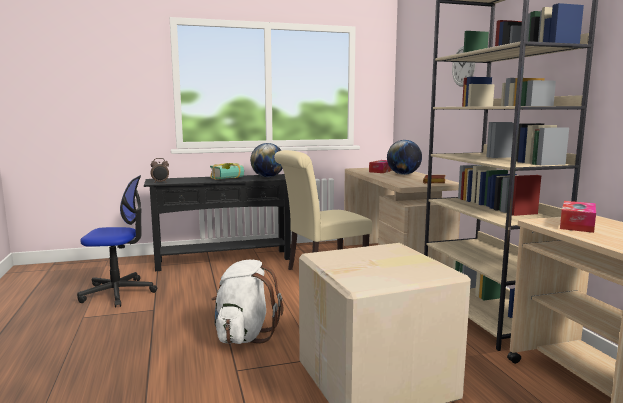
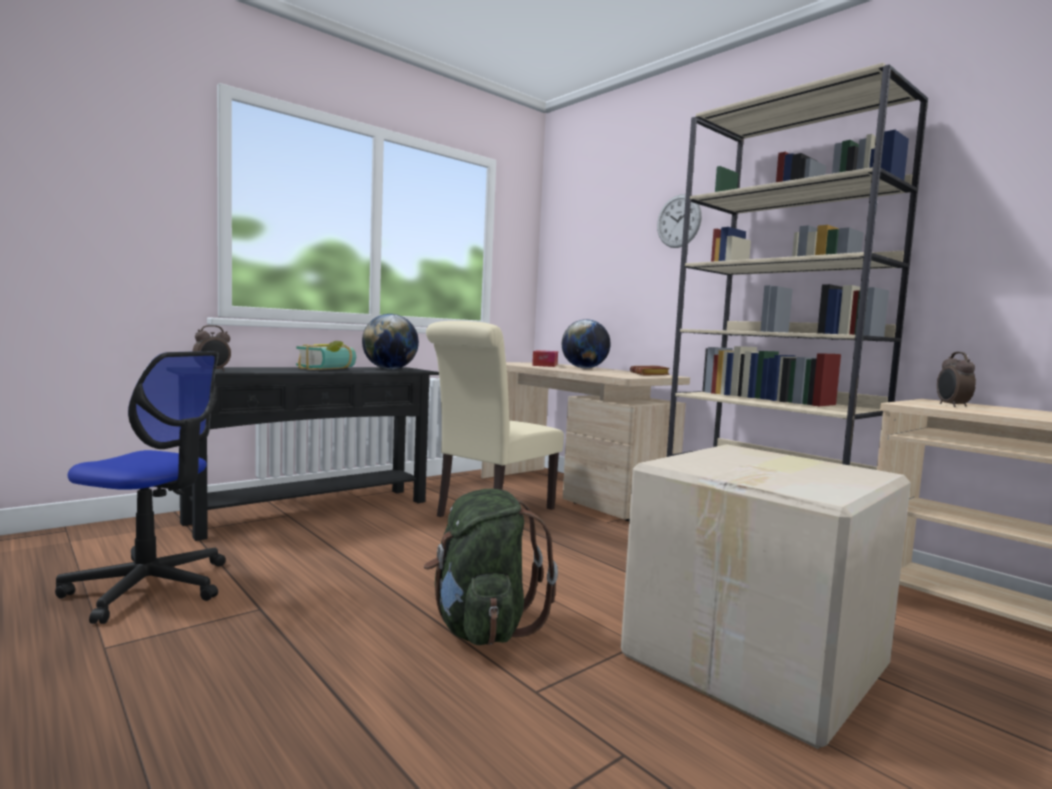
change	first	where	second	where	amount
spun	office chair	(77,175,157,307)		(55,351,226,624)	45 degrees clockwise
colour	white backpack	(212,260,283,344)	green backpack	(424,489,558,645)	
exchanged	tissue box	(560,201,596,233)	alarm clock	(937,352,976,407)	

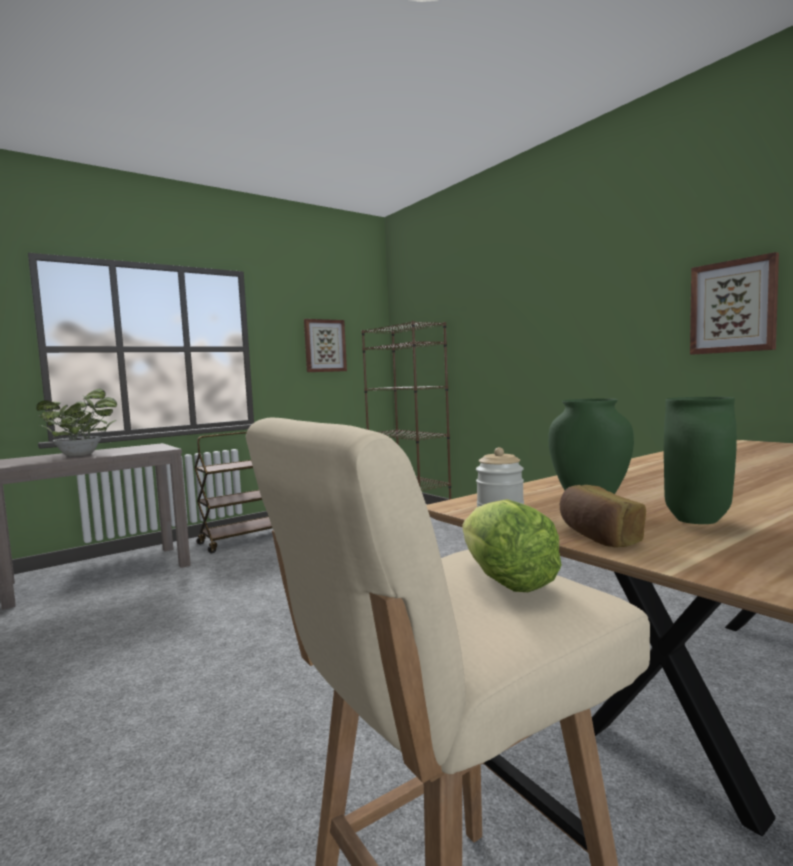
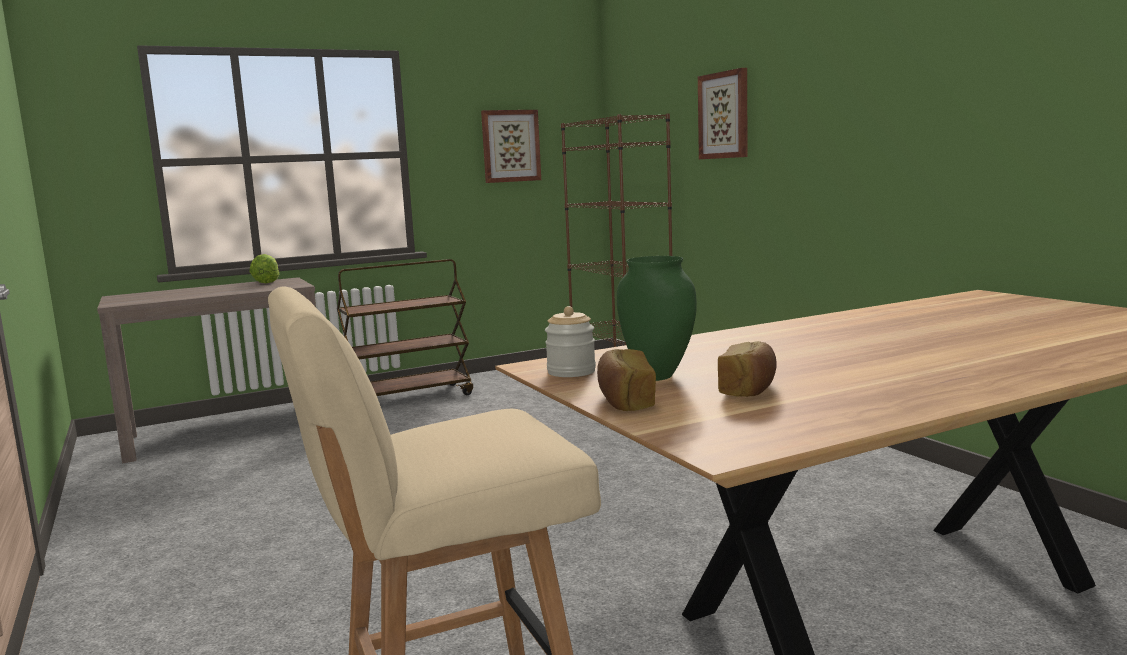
change	first	where	second	where	amount
missing	potted plant	(36,388,117,456)			
relocated	lettuce	(463,499,562,592)		(250,254,279,283)	
exchanged	green vase	(664,397,737,524)	bread	(718,341,777,397)	
relocated	picture	(690,252,779,355)		(698,68,748,159)	

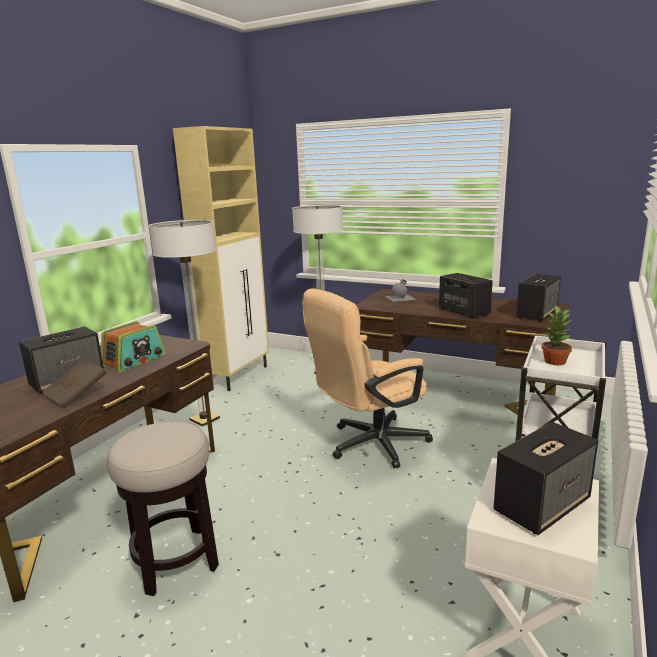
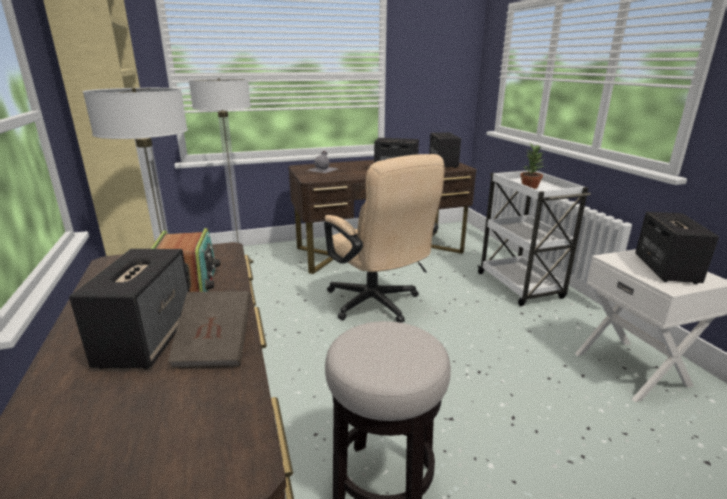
change	first	where	second	where	amount
spun	beige office chair	(302,289,433,468)		(324,154,445,323)	45 degrees counterclockwise

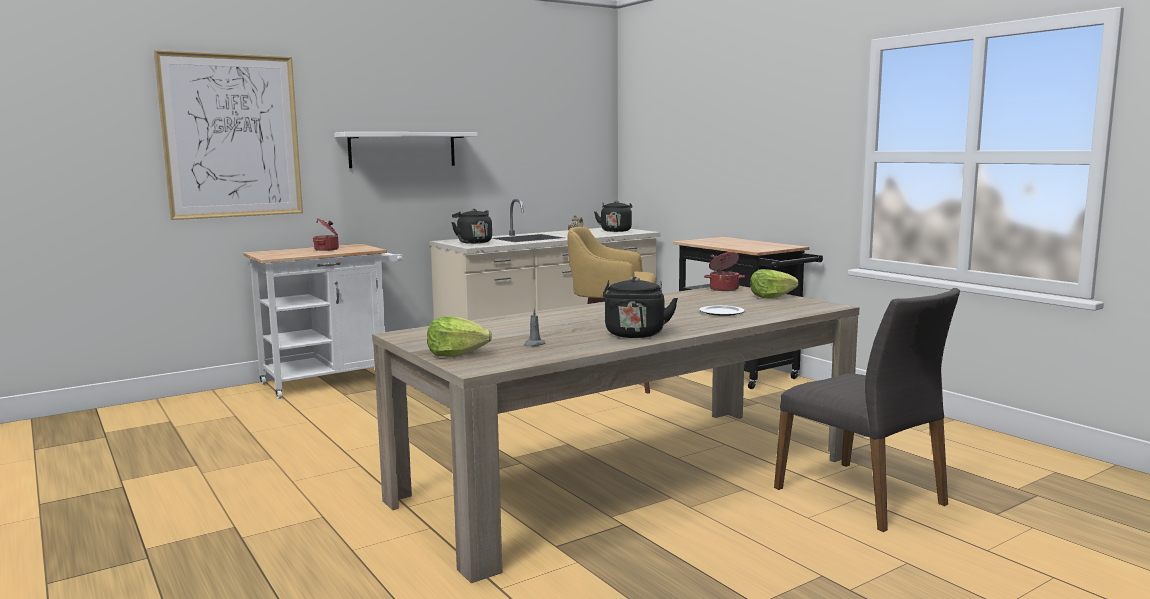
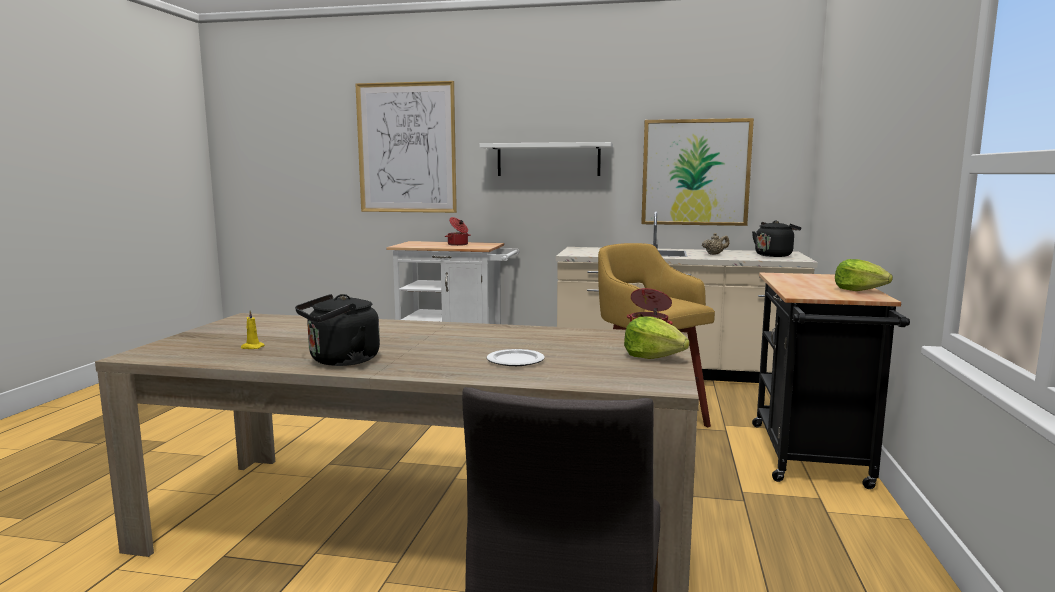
change	first	where	second	where	amount
relocated	lettuce	(427,316,492,357)		(835,259,893,291)	
missing	black kettle	(451,209,492,244)			
colour	grey candle	(523,308,545,347)	yellow candle	(241,310,265,349)	
appeared			picture	(641,118,754,226)	

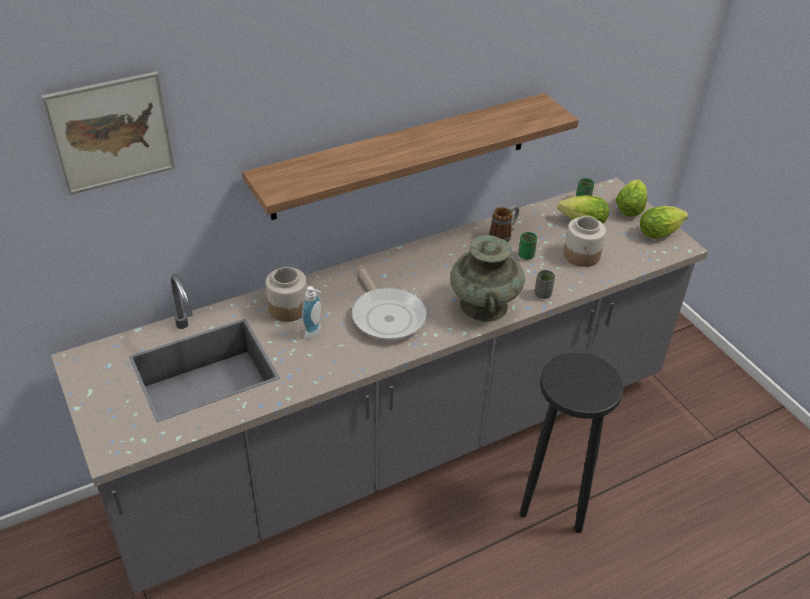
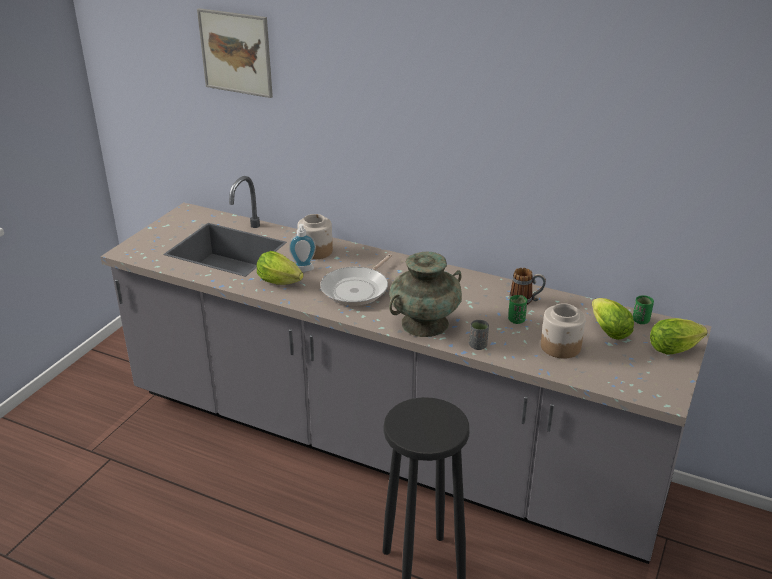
change	first	where	second	where	amount
missing	shelf	(242,93,579,220)			
relocated	lettuce	(640,206,688,239)		(257,251,304,285)	

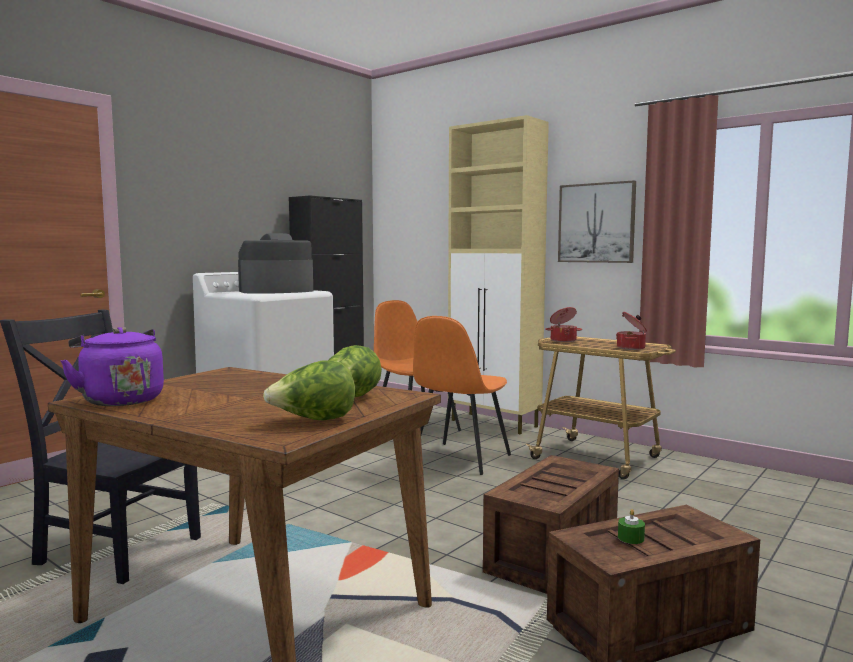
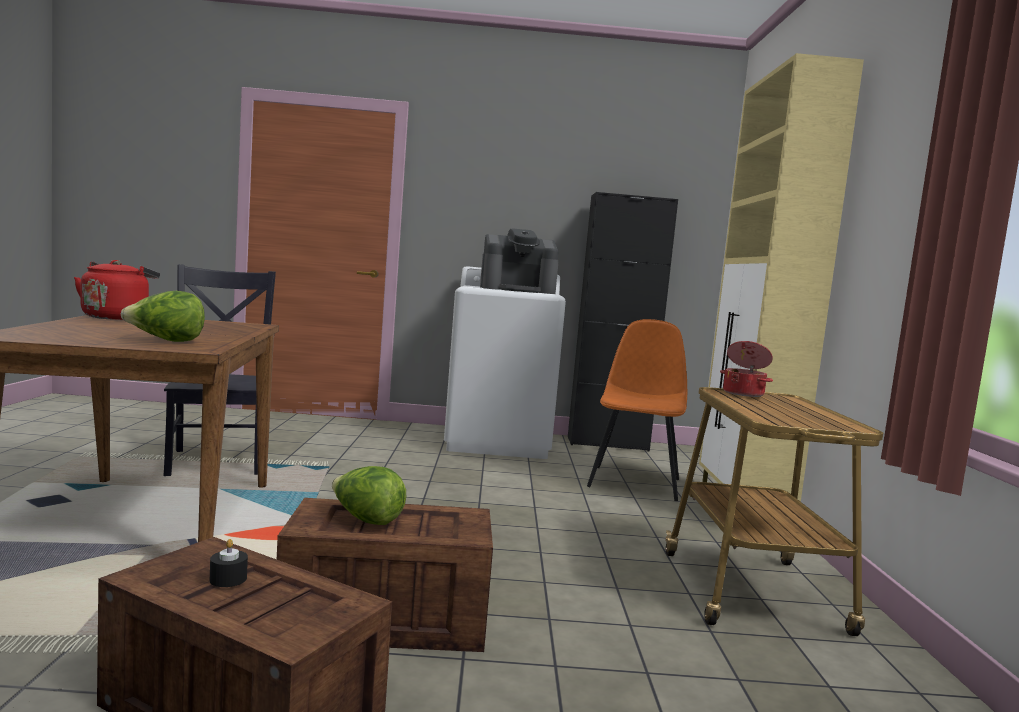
change	first	where	second	where	amount
colour	purple kettle	(60,327,164,406)	red kettle	(74,260,160,320)	
spun	coffee machine	(238,233,313,294)		(480,228,559,294)	150 degrees clockwise
relocated	lettuce	(263,361,355,420)		(332,466,406,525)	
missing	orange chair	(413,316,511,475)			
missing	picture	(558,180,636,263)			
missing	cooking pot	(616,312,647,350)			
colour	green candle	(618,509,645,544)	black candle	(210,539,248,587)	

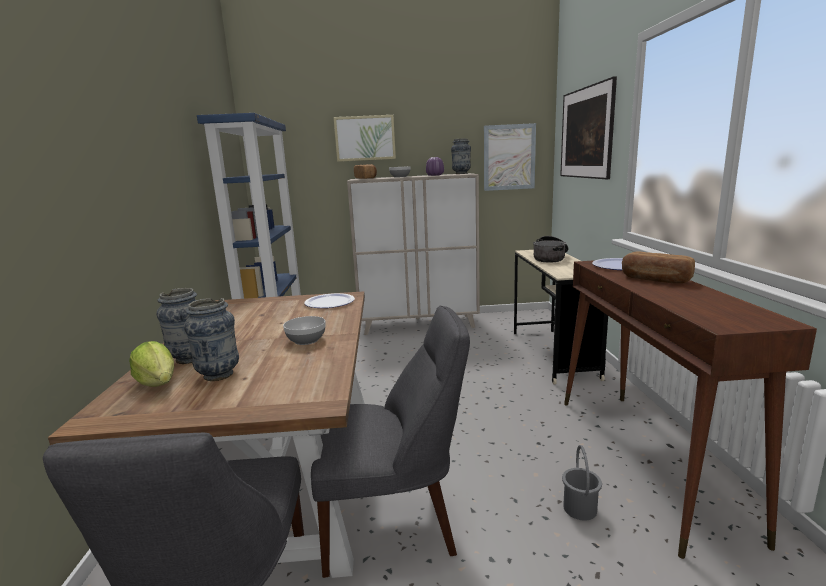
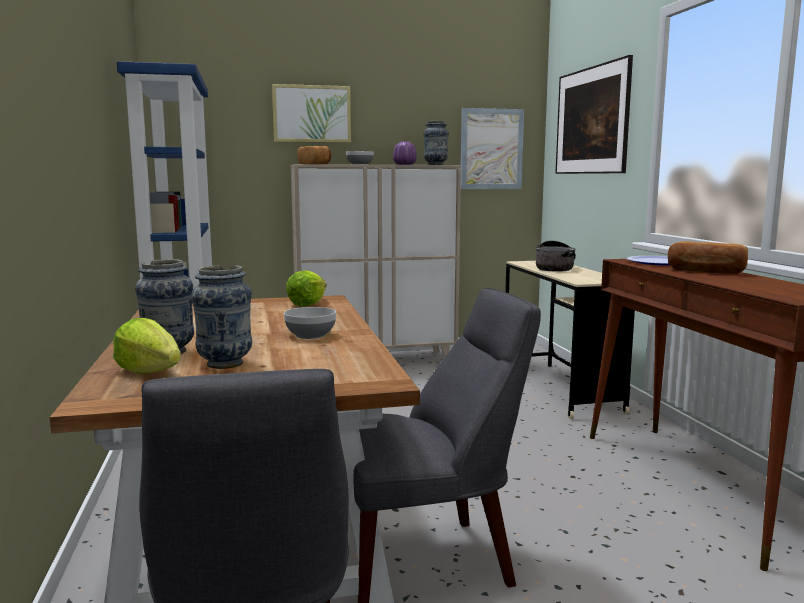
change	first	where	second	where	amount
exchanged	plate	(304,293,355,308)	lettuce	(286,270,327,306)	
missing	grey bucket	(562,445,602,521)			

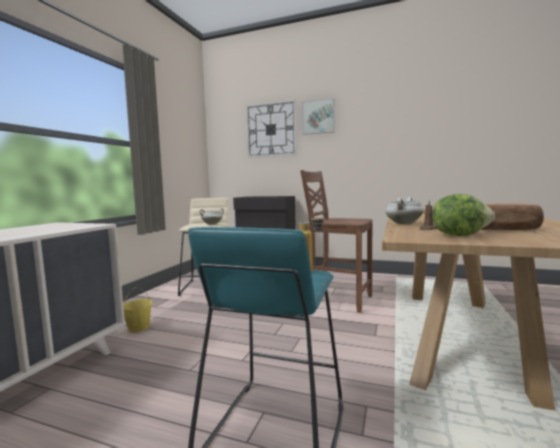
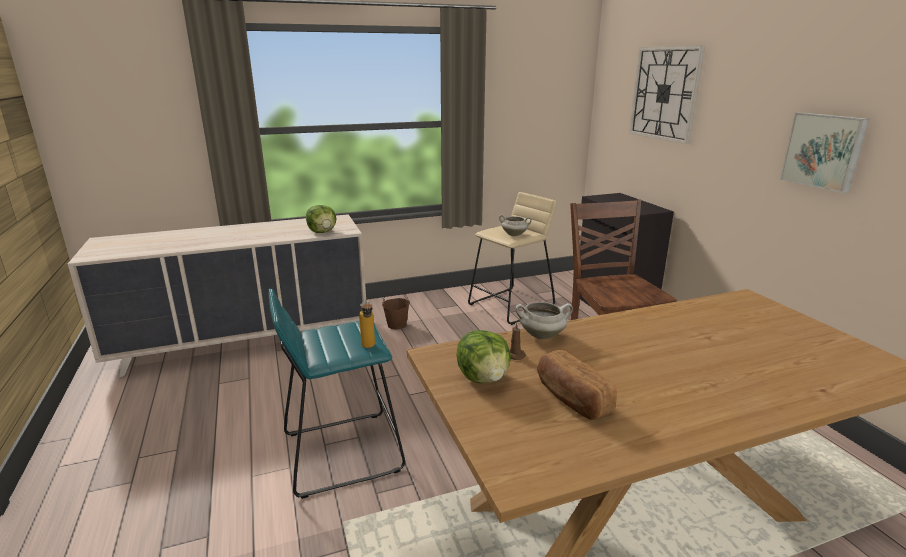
change	first	where	second	where	amount
colour	yellow bucket	(123,287,152,332)	brown bucket	(382,288,410,329)	
relocated	picture	(302,98,335,135)		(780,112,869,193)	
appeared			lettuce	(306,205,337,233)	

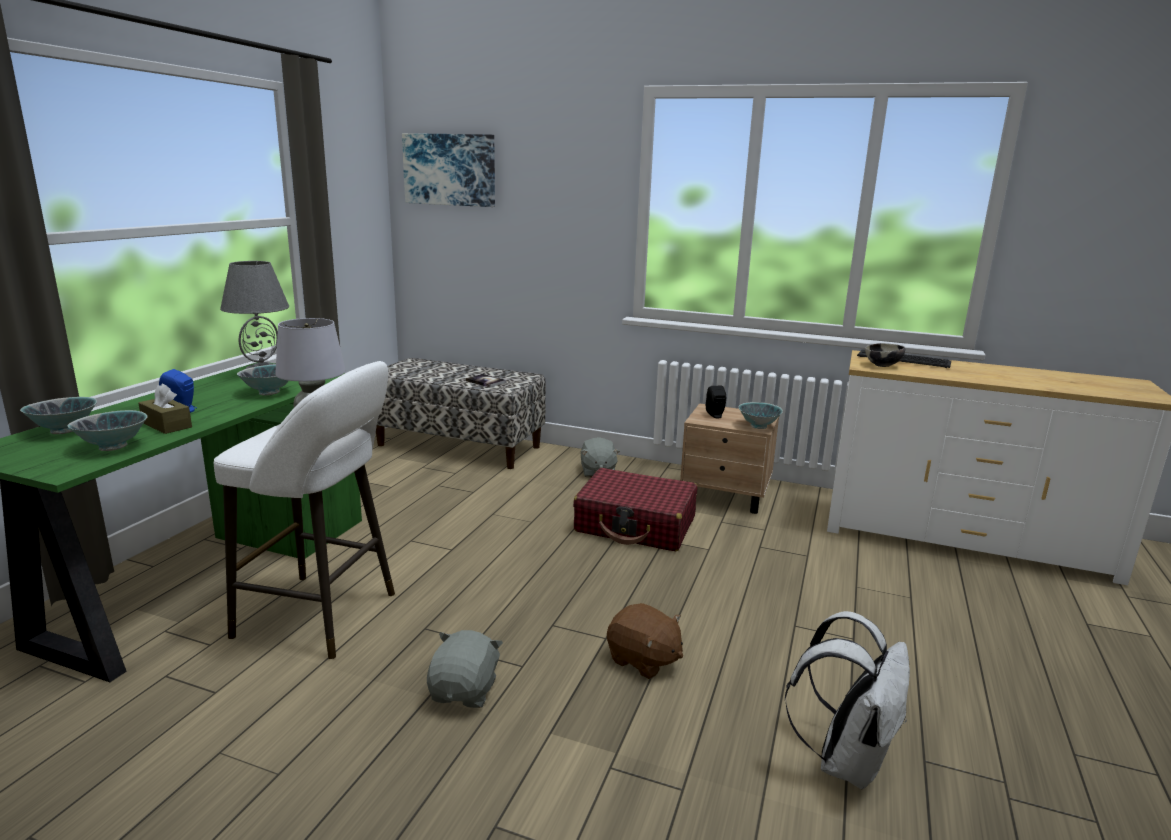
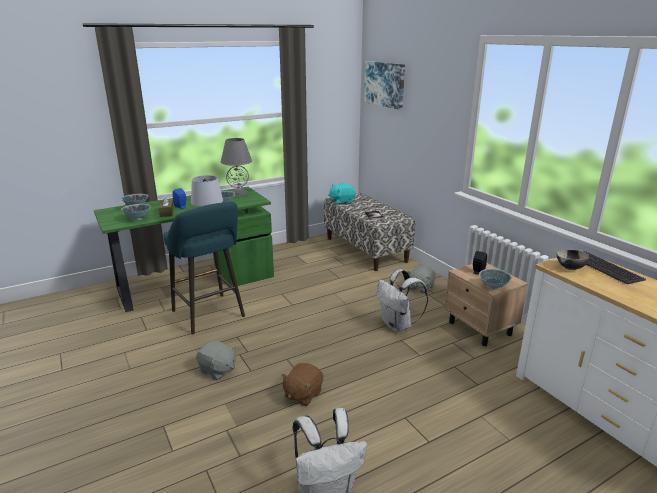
change	first	where	second	where	amount
colour	white stool	(214,361,395,659)	turquoise stool	(163,202,245,334)	
spun	grey plush toy	(427,630,503,708)		(196,341,236,380)	75 degrees clockwise
exchanged	red suitcase	(573,468,697,551)	white backpack	(377,269,428,332)	
spun	brown plush toy	(607,603,683,679)		(281,363,323,406)	45 degrees clockwise
appeared			turquoise plush toy	(328,183,355,204)	

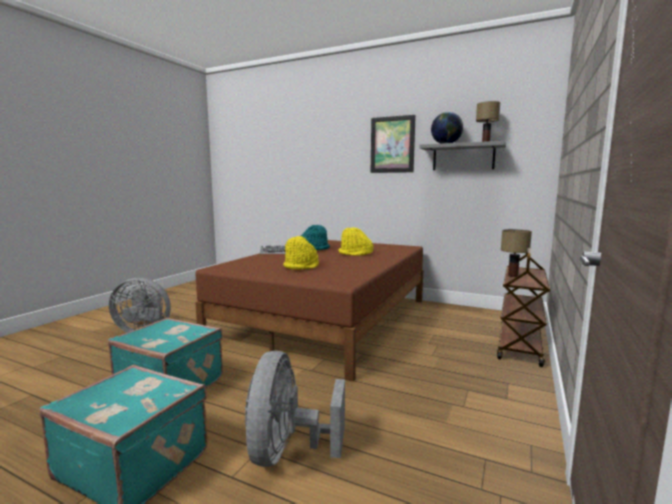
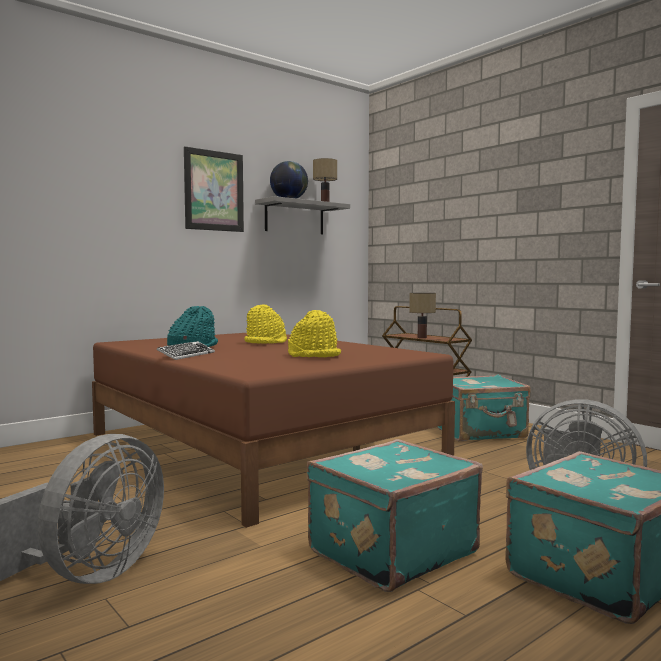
change	first	where	second	where	amount
appeared			turquoise suitcase	(437,375,530,441)	

